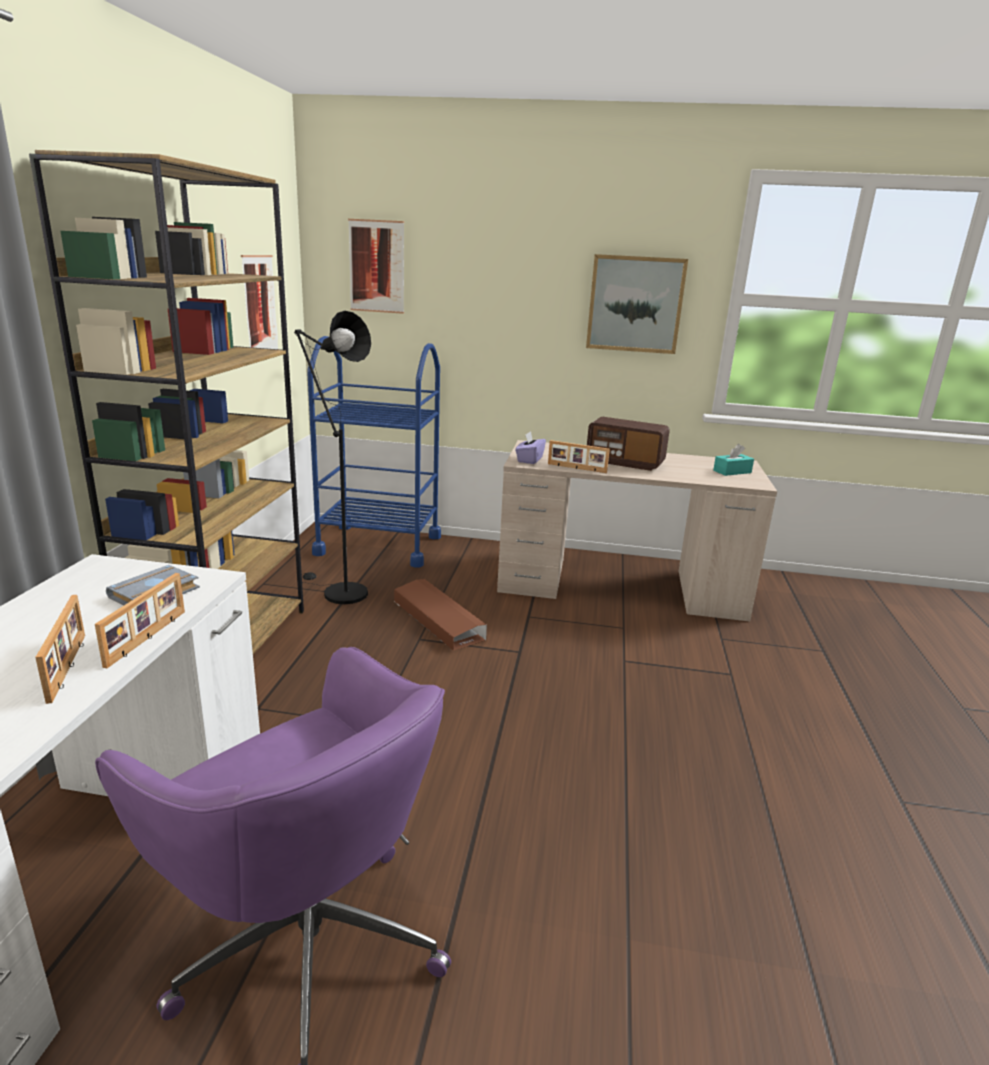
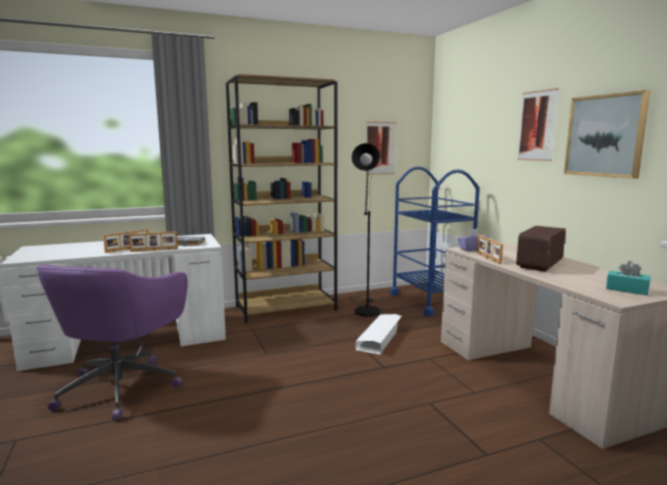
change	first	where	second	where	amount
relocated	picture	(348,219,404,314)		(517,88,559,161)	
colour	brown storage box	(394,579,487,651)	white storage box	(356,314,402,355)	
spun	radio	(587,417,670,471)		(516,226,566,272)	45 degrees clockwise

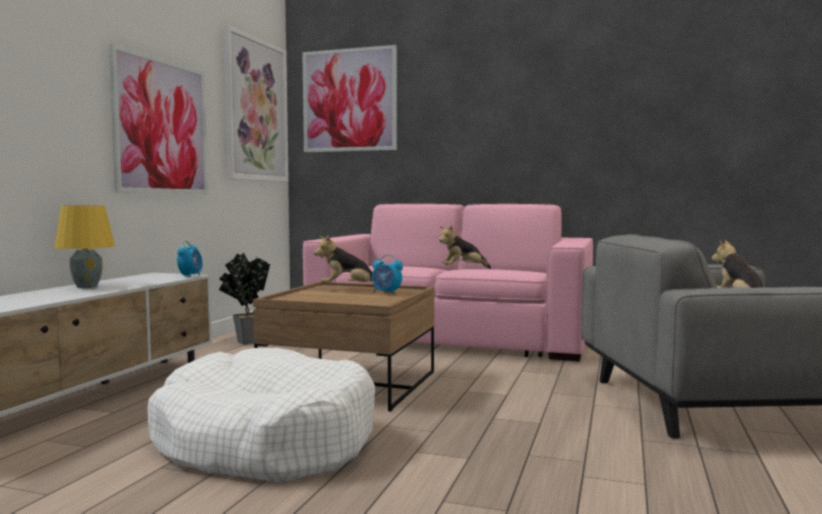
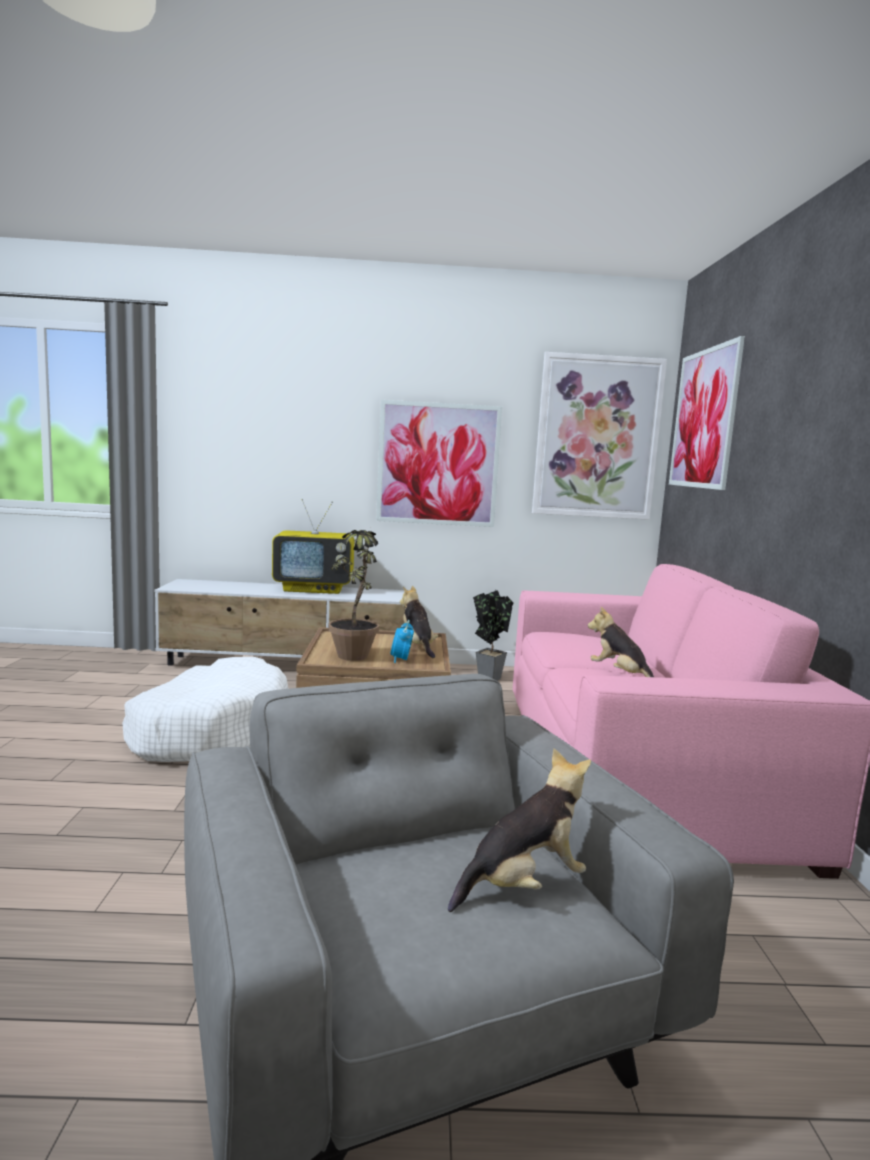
change	first	where	second	where	amount
exchanged	yellow table lamp	(54,205,115,288)	television	(272,499,354,594)	
missing	alarm clock	(177,241,203,278)			
appeared			potted plant	(328,529,379,661)	

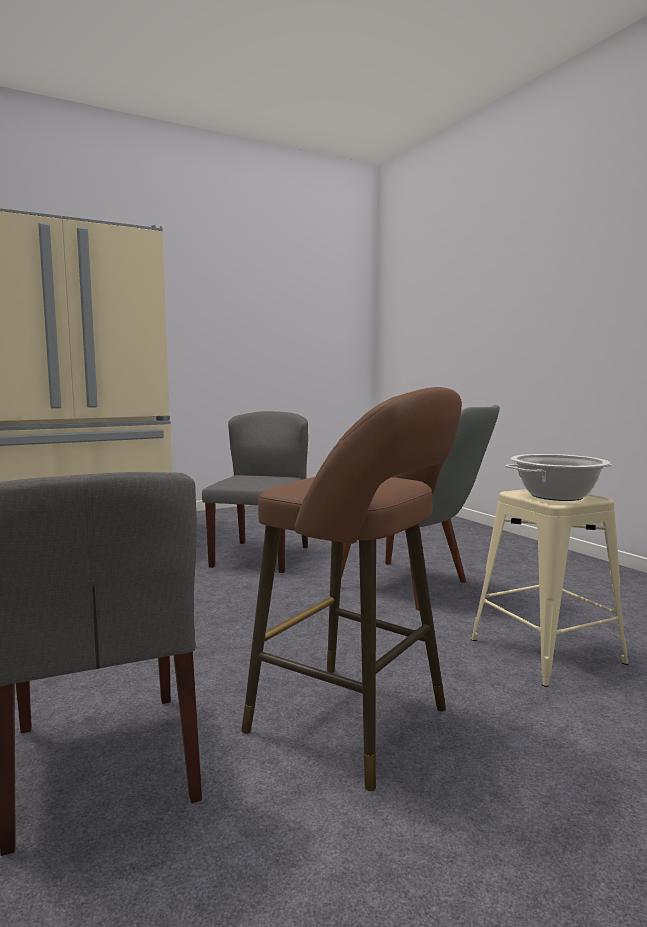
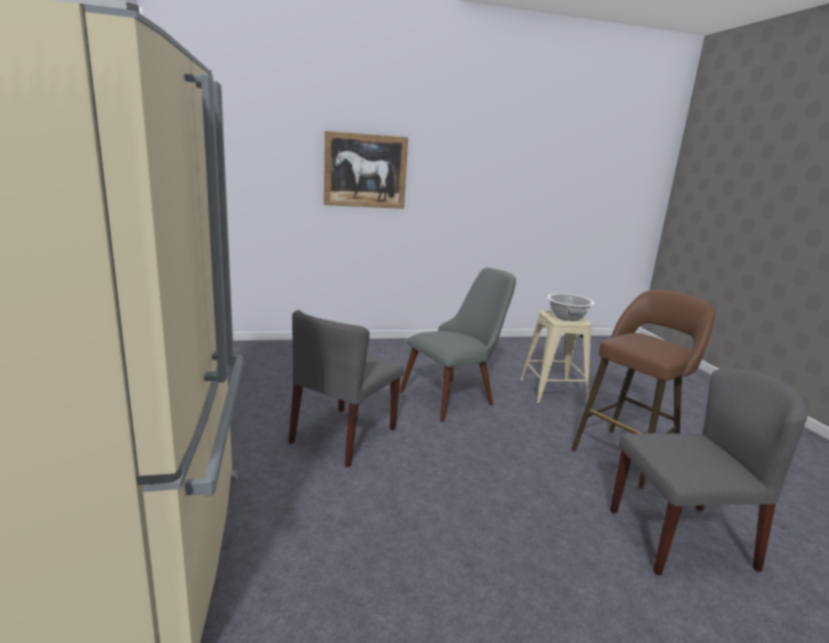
change	first	where	second	where	amount
spun	grey chair	(202,411,308,573)		(288,310,404,467)	90 degrees counterclockwise
appeared			picture	(324,131,408,209)	

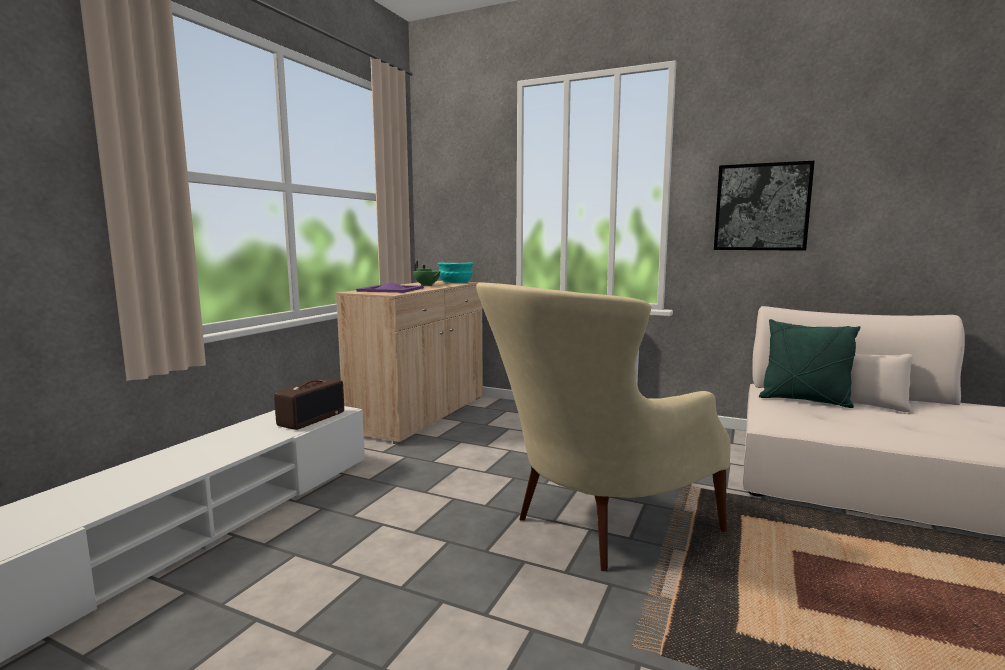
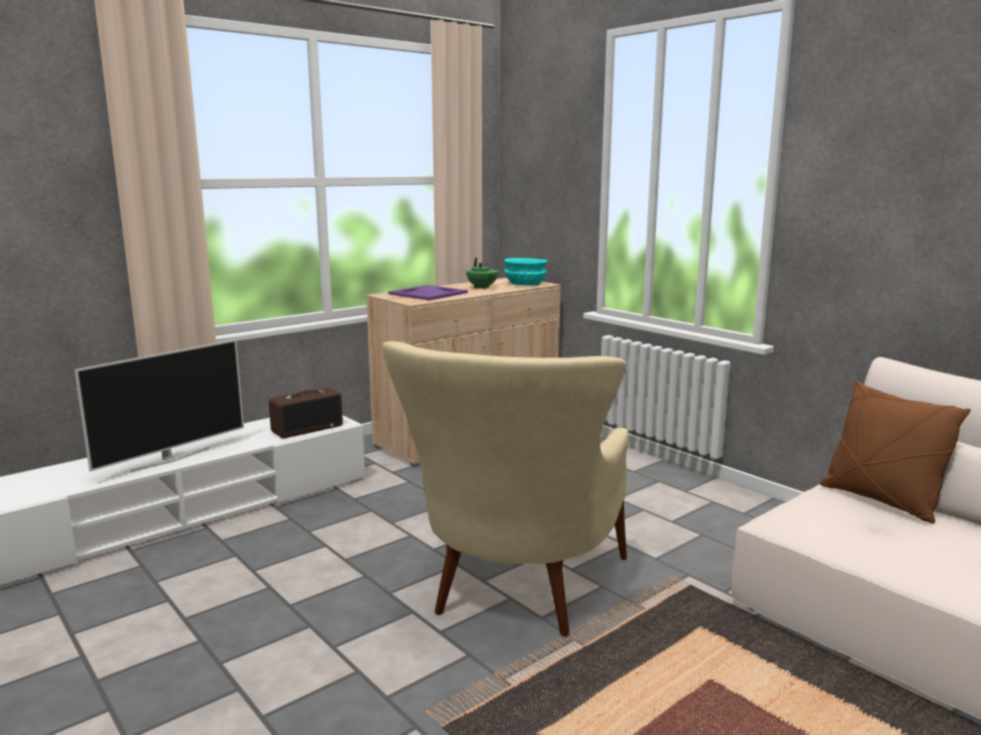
change	first	where	second	where	amount
spun	beige armchair	(476,283,730,571)		(382,341,629,638)	60 degrees counterclockwise
missing	picture	(714,161,815,251)			
colour	green pillow	(759,319,861,408)	brown pillow	(820,380,971,524)	
appeared			television	(74,339,244,472)	

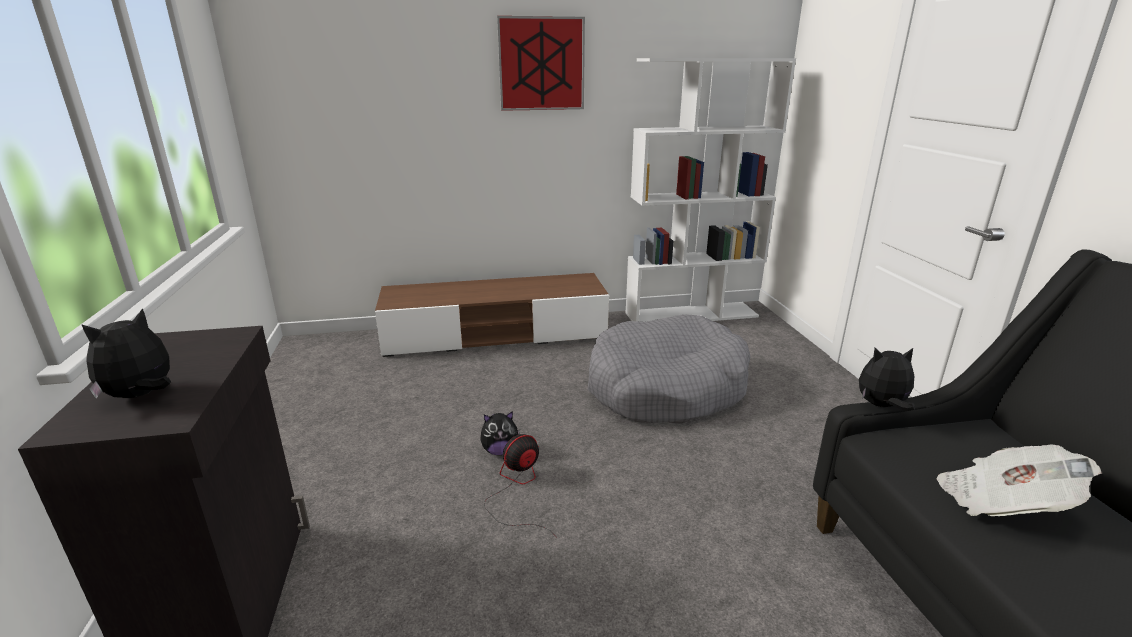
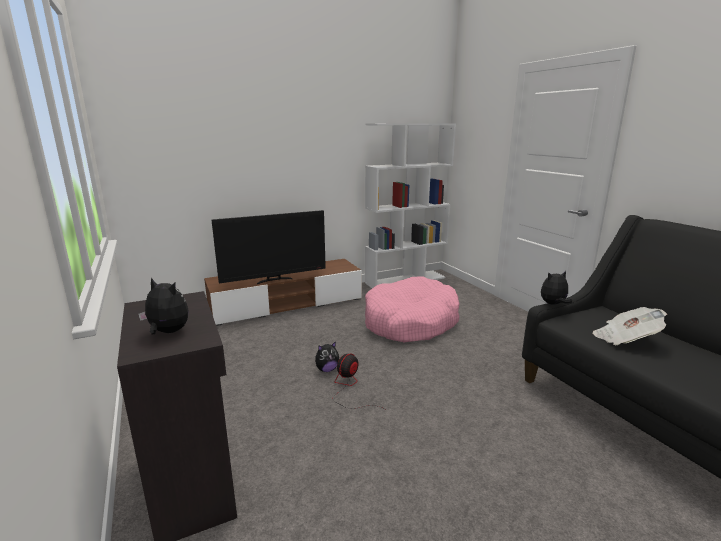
change	first	where	second	where	amount
spun	plush toy	(81,308,171,398)		(138,277,189,335)	90 degrees clockwise
missing	picture	(497,16,585,111)			
colour	grey dog bed	(588,314,751,424)	pink dog bed	(365,276,459,342)	
appeared			television	(212,210,326,284)	

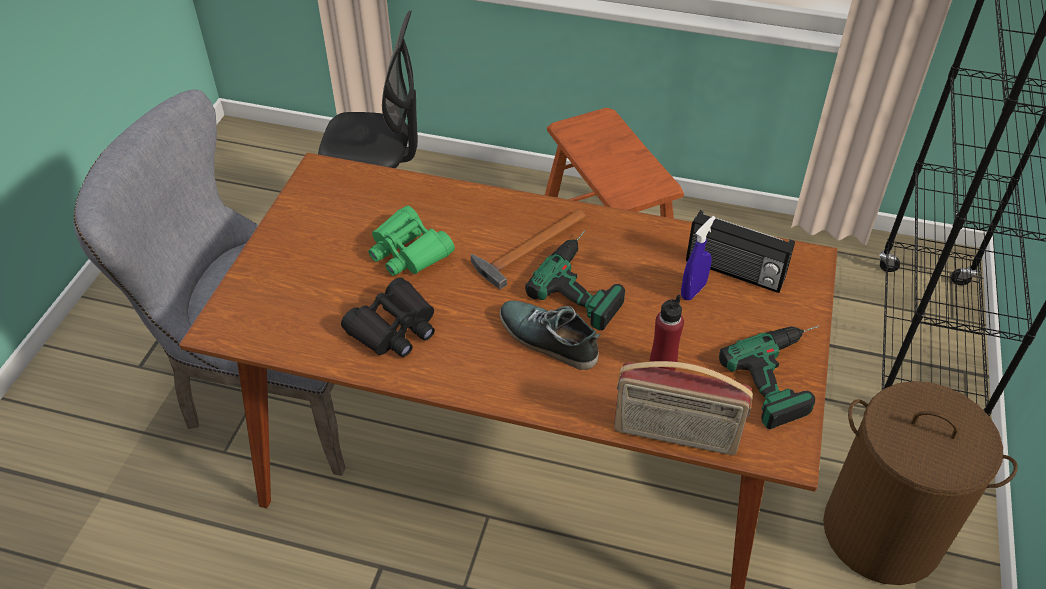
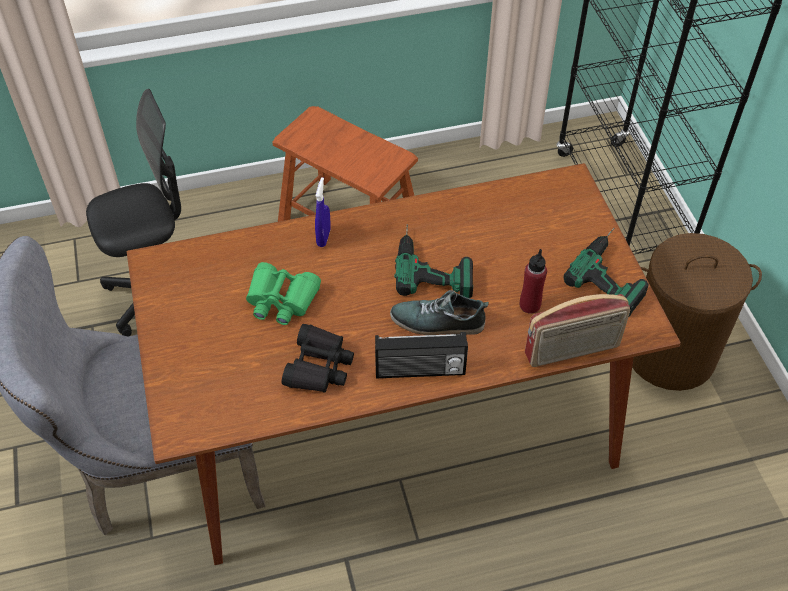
change	first	where	second	where	amount
missing	hammer	(471,209,586,289)			
relocated	blue spray bottle	(681,216,716,300)		(315,177,331,247)	
relocated	radio	(686,210,795,293)		(375,332,468,378)	

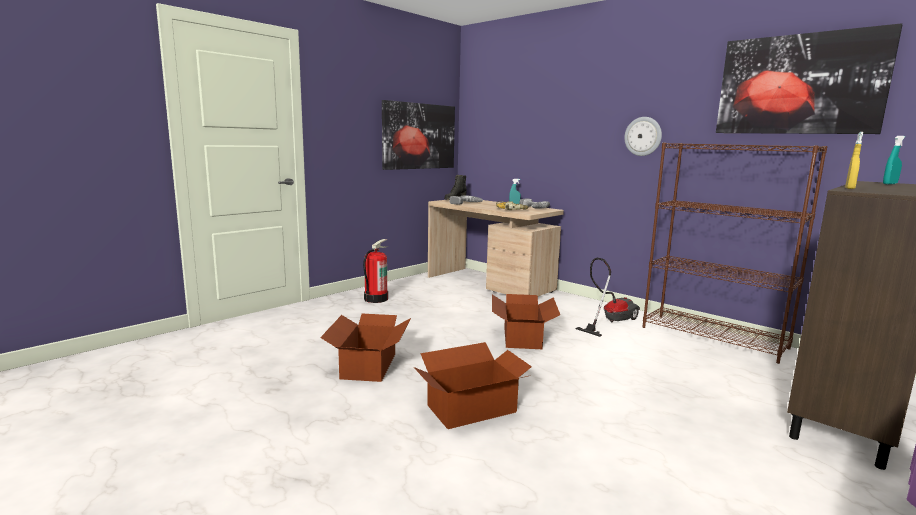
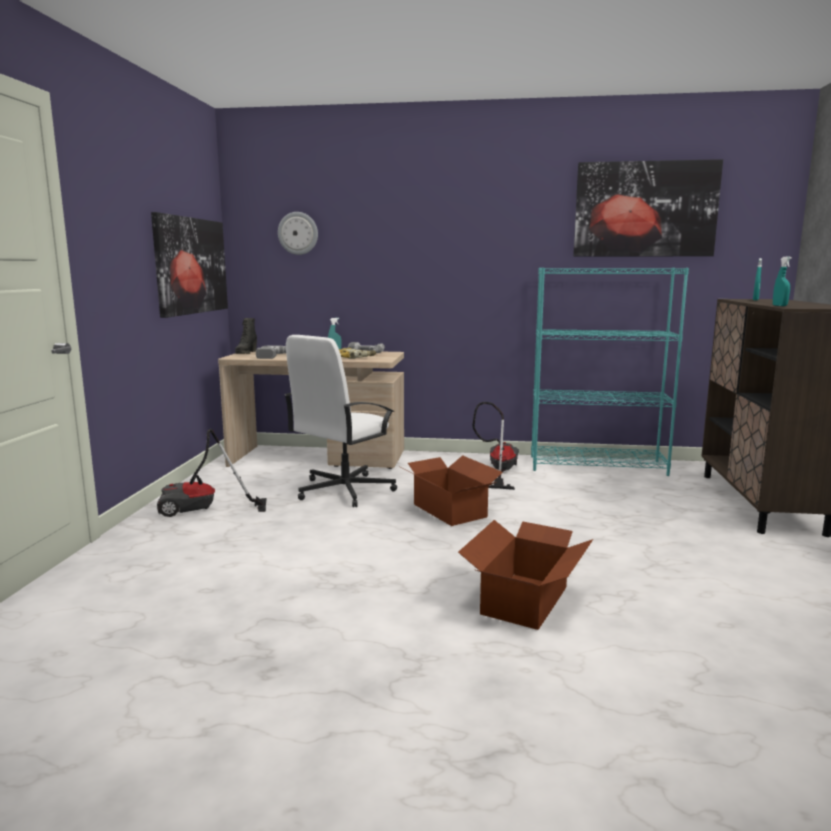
change	first	where	second	where	amount
missing	cardboard box	(320,314,411,382)			
exchanged	fire extinguisher	(363,239,388,303)	vacuum cleaner	(157,429,266,517)	
relocated	wall clock	(624,117,662,156)		(278,212,318,255)	
colour	brown bookcase	(643,143,827,364)	turquoise bookcase	(531,268,689,476)	
colour	yellow spray bottle	(845,132,863,189)	turquoise spray bottle	(773,256,792,306)	
appeared			white office chair	(284,335,397,507)	

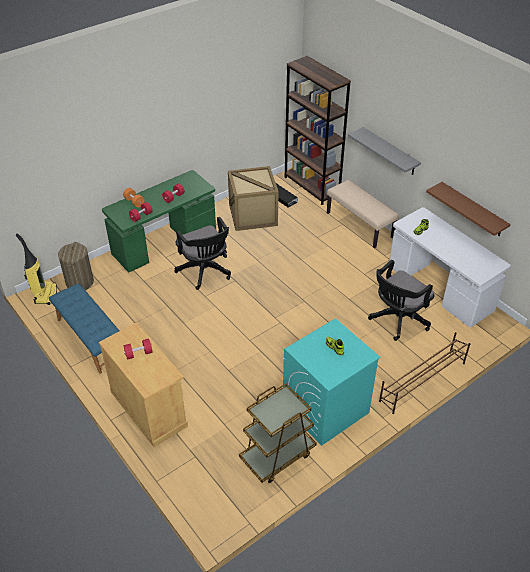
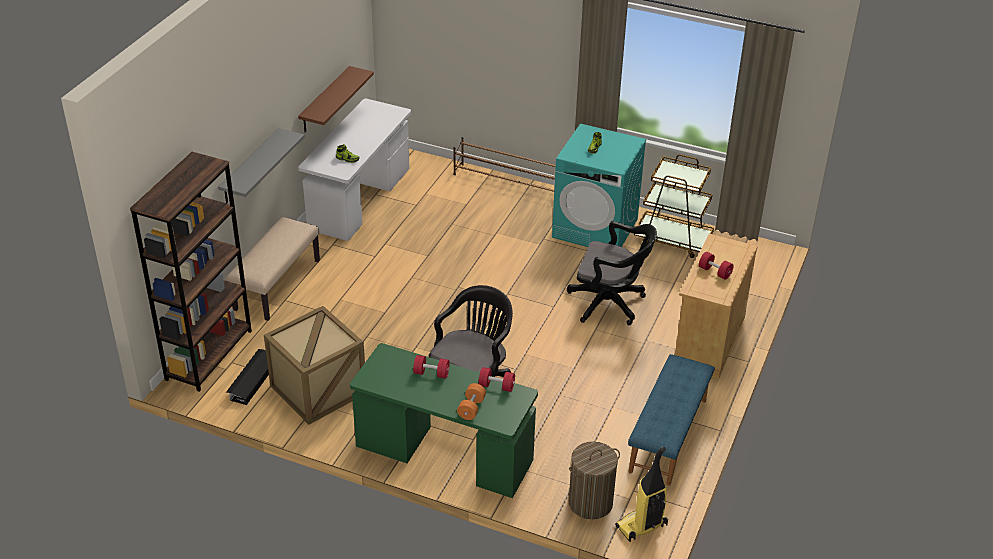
change	first	where	second	where	amount
relocated	black office chair	(368,260,435,341)		(567,221,657,325)	

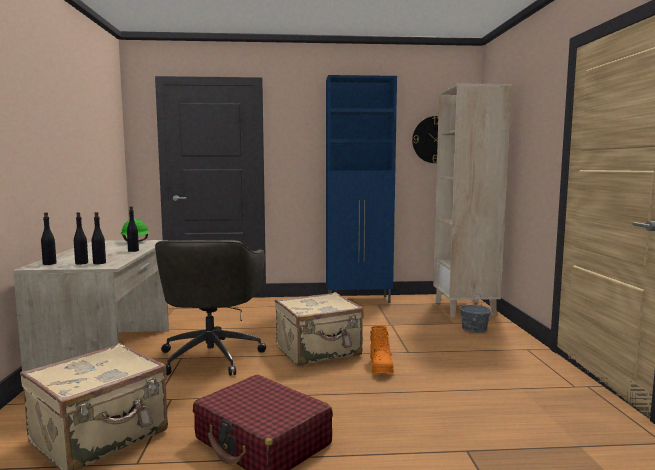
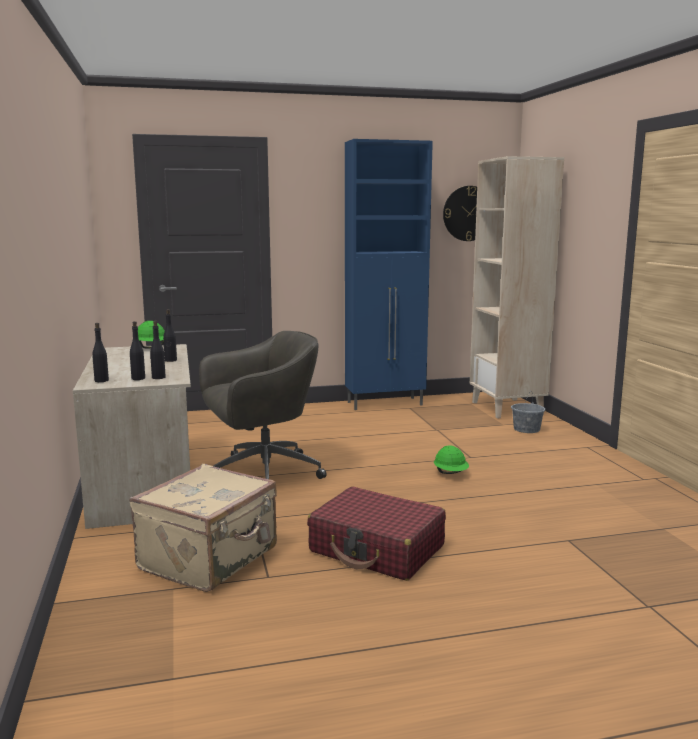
change	first	where	second	where	amount
spun	grey office chair	(155,240,266,376)		(199,331,327,479)	105 degrees counterclockwise
missing	beige suitcase	(275,292,363,366)			
exchanged	orange boot	(370,326,394,374)	green hard hat	(434,445,469,474)	

